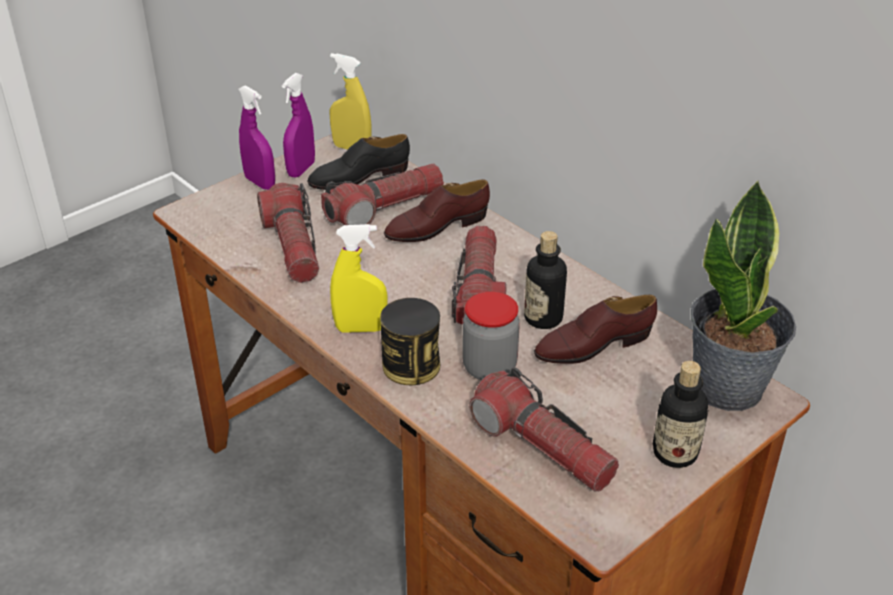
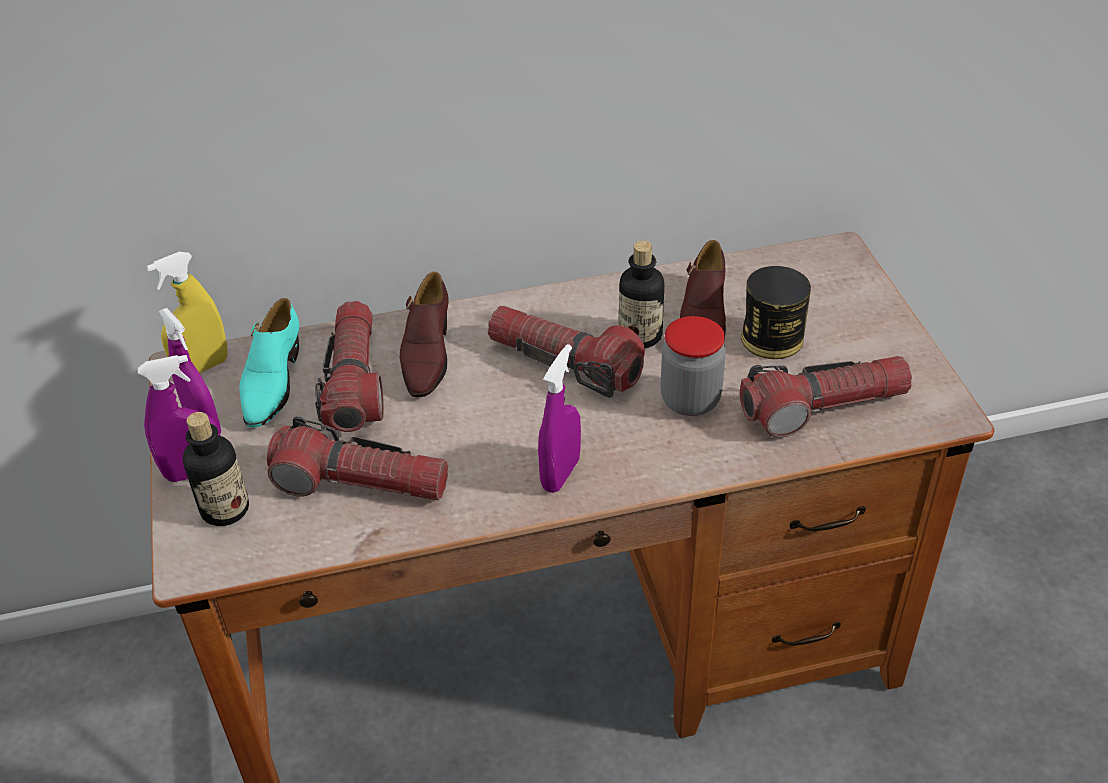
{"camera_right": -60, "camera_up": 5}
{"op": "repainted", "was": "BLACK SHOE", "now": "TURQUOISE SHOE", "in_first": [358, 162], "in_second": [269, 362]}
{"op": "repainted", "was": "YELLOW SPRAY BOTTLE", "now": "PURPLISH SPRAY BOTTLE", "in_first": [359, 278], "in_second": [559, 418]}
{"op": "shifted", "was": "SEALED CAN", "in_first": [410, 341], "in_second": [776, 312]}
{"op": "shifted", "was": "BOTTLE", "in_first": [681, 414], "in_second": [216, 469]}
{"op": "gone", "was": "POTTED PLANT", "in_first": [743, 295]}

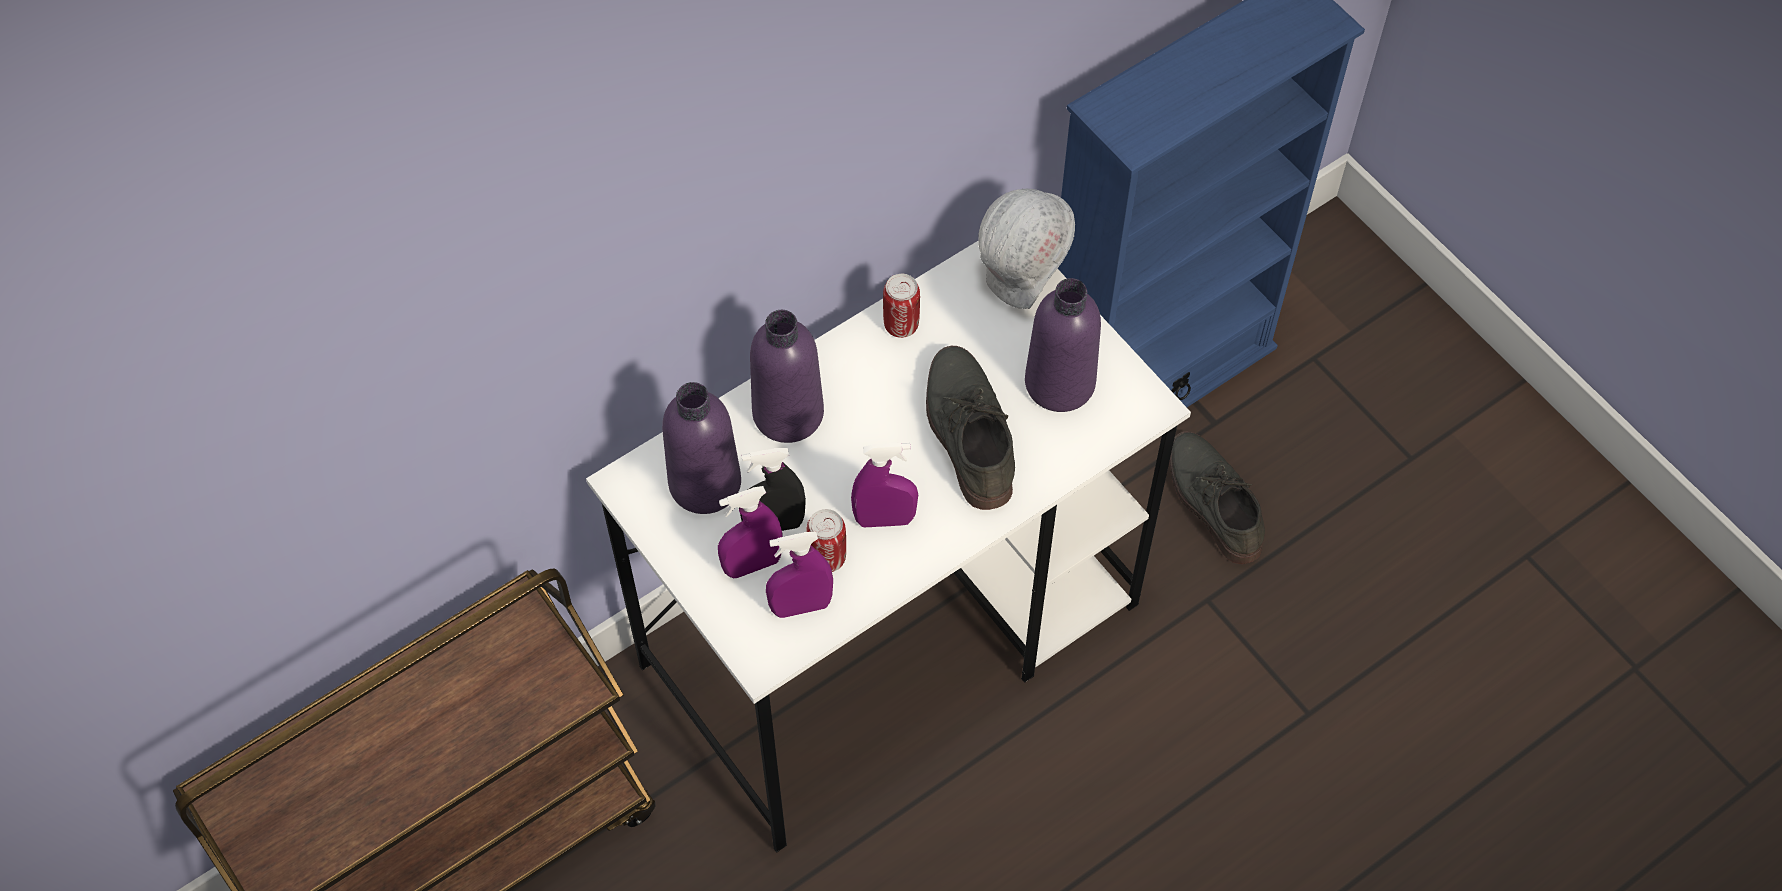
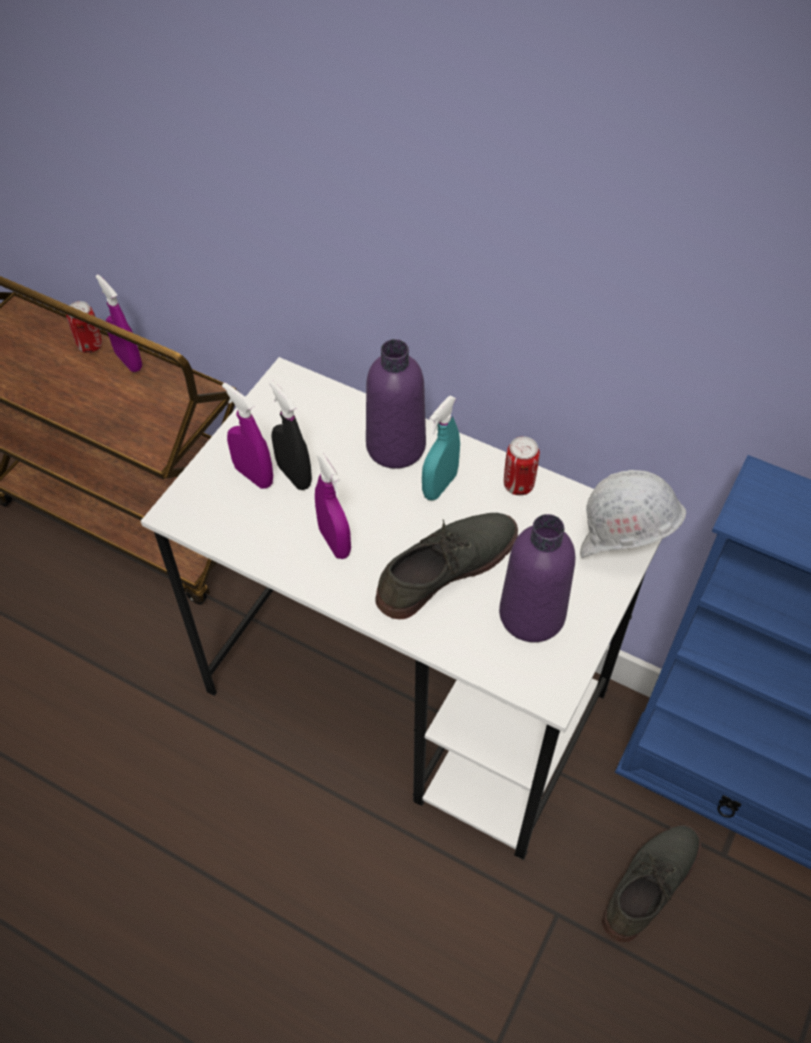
{"camera_right": 65, "camera_up": -5}
{"op": "gone", "was": "PURPLISH BOTTLE", "in_first": [701, 448]}
{"op": "shifted", "was": "PURPLISH SPRAY BOTTLE", "in_first": [799, 575], "in_second": [118, 323]}
{"op": "shifted", "was": "SEALED CAN", "in_first": [826, 540], "in_second": [84, 327]}
{"op": "new", "now": "TURQUOISE SPRAY BOTTLE", "in_second": [441, 448]}

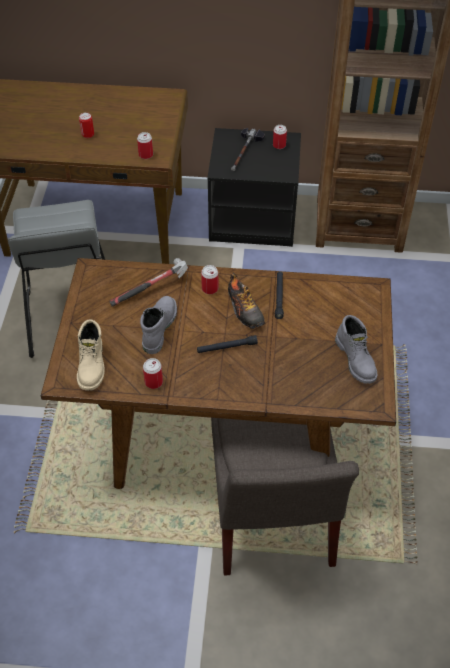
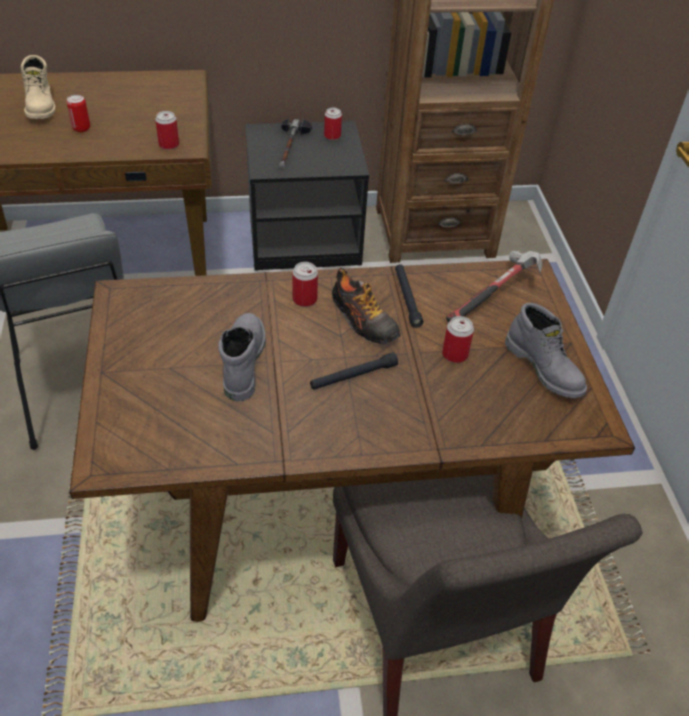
{"camera_right": -15, "camera_up": -5}
{"op": "shifted", "was": "BEIGE BOOT", "in_first": [91, 355], "in_second": [37, 87]}
{"op": "shifted", "was": "TOOL HAMMER", "in_first": [149, 282], "in_second": [494, 286]}
{"op": "shifted", "was": "SEALED CAN", "in_first": [153, 373], "in_second": [458, 339]}

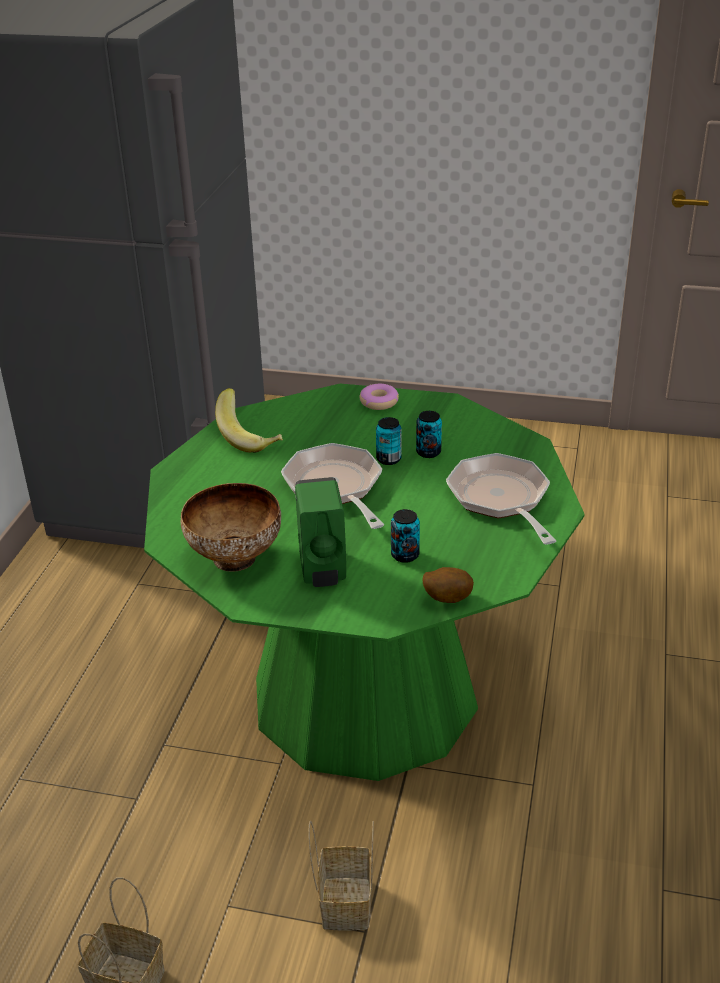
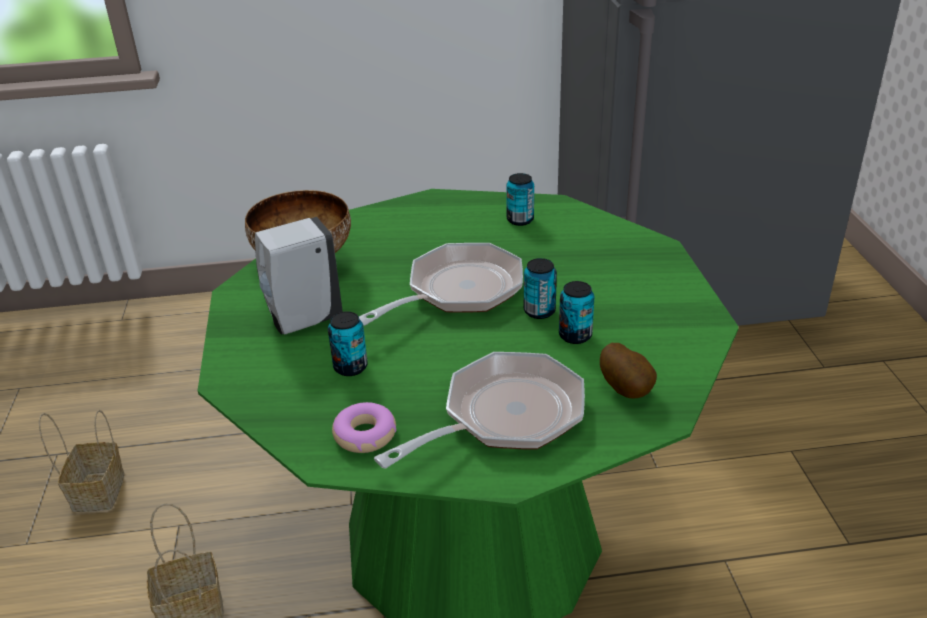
{"camera_right": 70, "camera_up": 0}
{"op": "swapped", "was": "BANANA FRUIT", "now": "SEALED CAN", "in_first": [249, 420], "in_second": [520, 199]}
{"op": "repainted", "was": "GREEN SOAP BOTTLE", "now": "WHITE SOAP BOTTLE", "in_first": [320, 532], "in_second": [299, 276]}
{"op": "shifted", "was": "DONUT", "in_first": [379, 397], "in_second": [364, 427]}
{"op": "shifted", "was": "POTATO", "in_first": [448, 585], "in_second": [628, 371]}

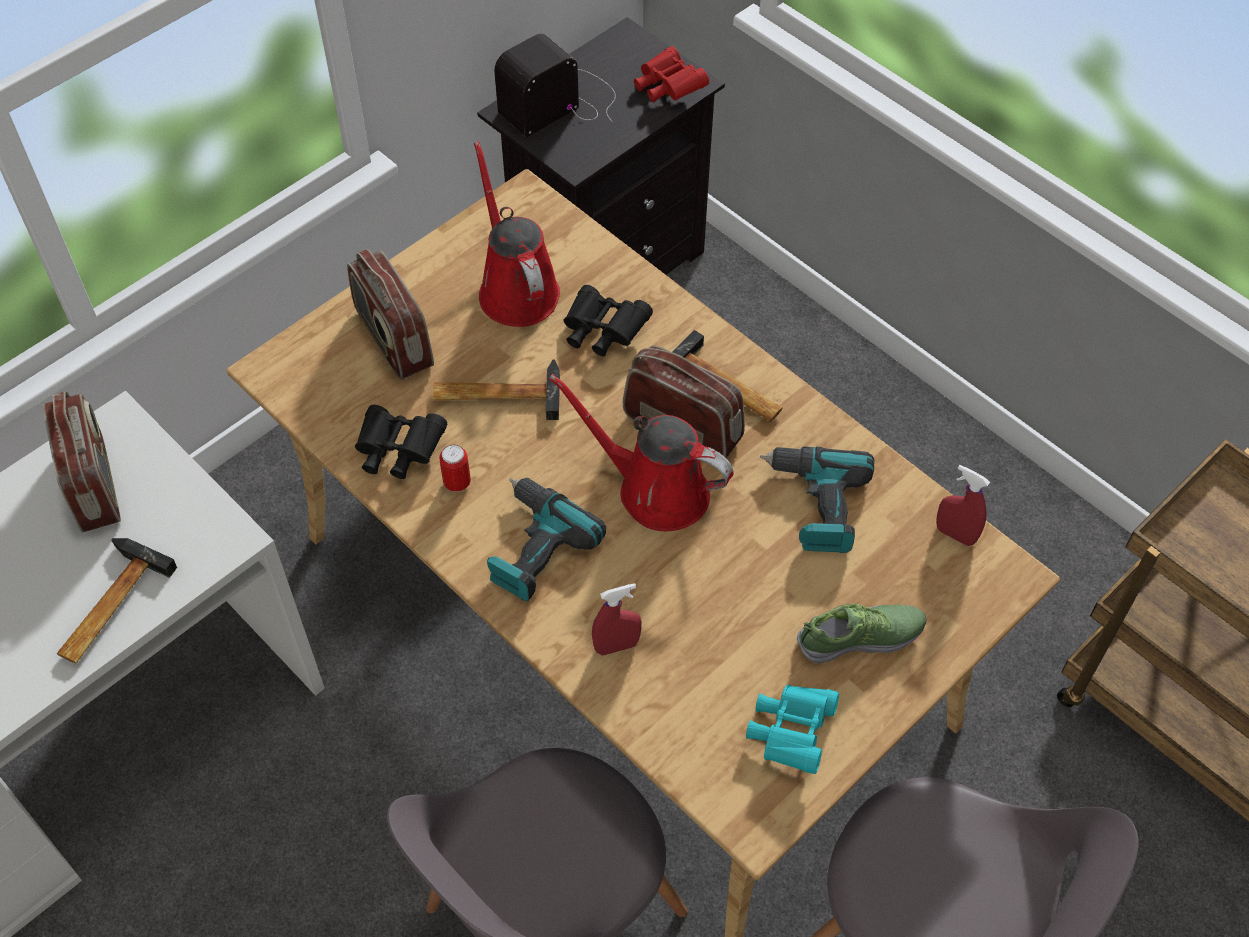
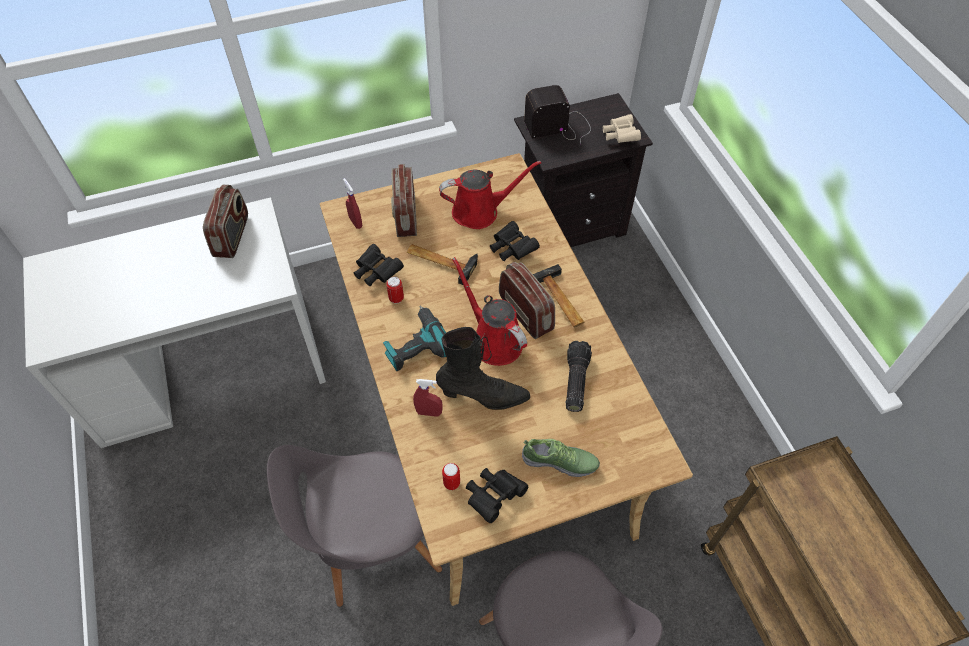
{"camera_right": 25, "camera_up": 0}
{"op": "gone", "was": "TOOL HAMMER", "in_first": [116, 600]}
{"op": "rotated", "was": "RED WATERING CAN", "in_first": [517, 234], "in_second": [490, 195], "clockwise": 75}
{"op": "repainted", "was": "RED PAIR OF BINOCULARS", "now": "BEIGE PAIR OF BINOCULARS", "in_first": [671, 74], "in_second": [622, 128]}
{"op": "repainted", "was": "TURQUOISE PAIR OF BINOCULARS", "now": "BLACK PAIR OF BINOCULARS", "in_first": [792, 729], "in_second": [497, 495]}
{"op": "swapped", "was": "DRILL", "now": "FLASHLIGHT", "in_first": [817, 499], "in_second": [578, 376]}
{"op": "shifted", "was": "RED SPRAY BOTTLE", "in_first": [963, 505], "in_second": [352, 203]}
{"op": "new", "now": "BLACK BOOT", "in_second": [483, 368]}
{"op": "new", "now": "SEALED CAN", "in_second": [451, 476]}

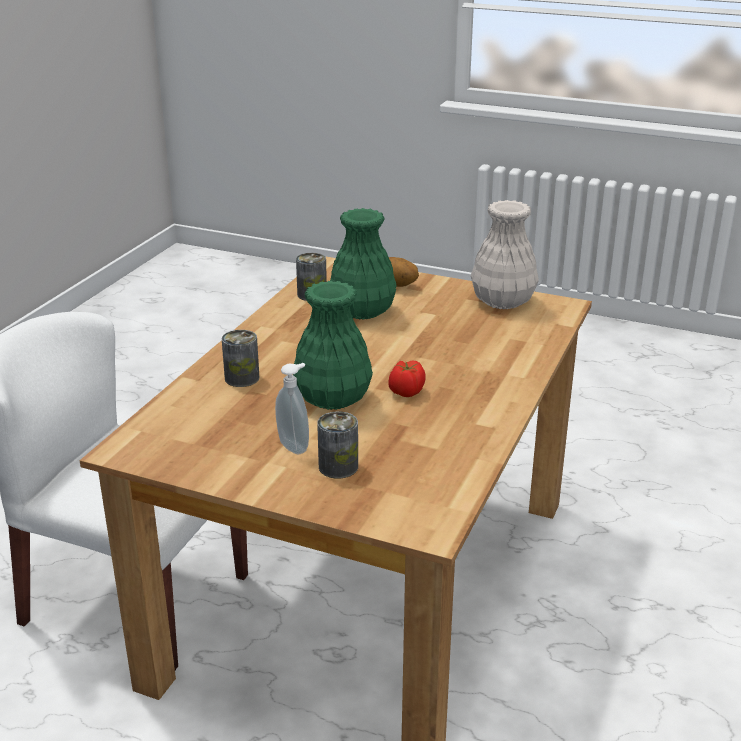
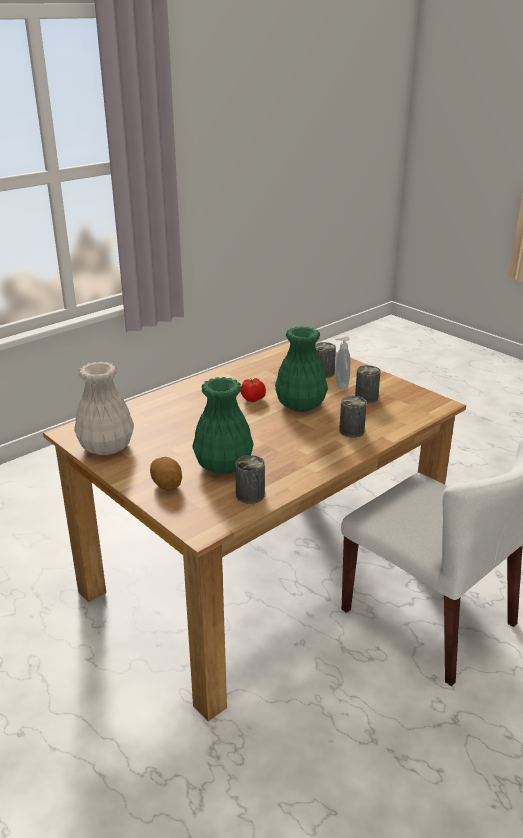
{"camera_right": -155, "camera_up": 0}
{"op": "new", "now": "SEALED CAN", "in_second": [368, 384]}

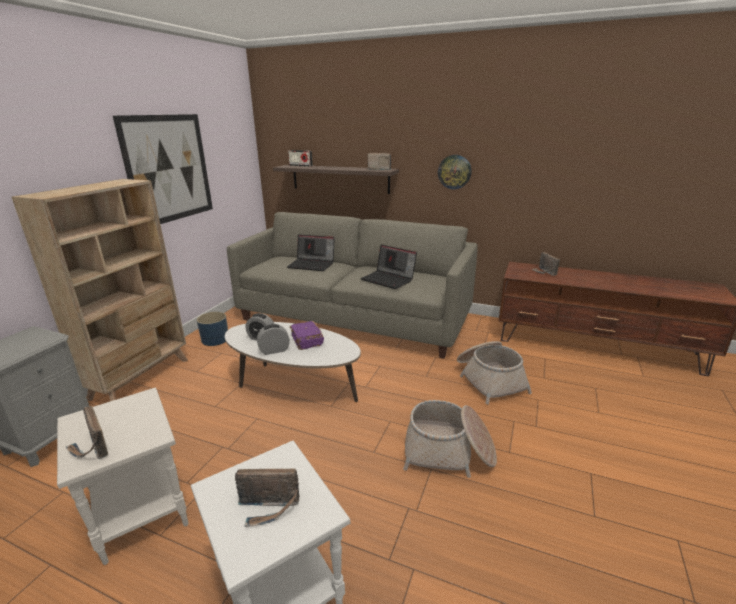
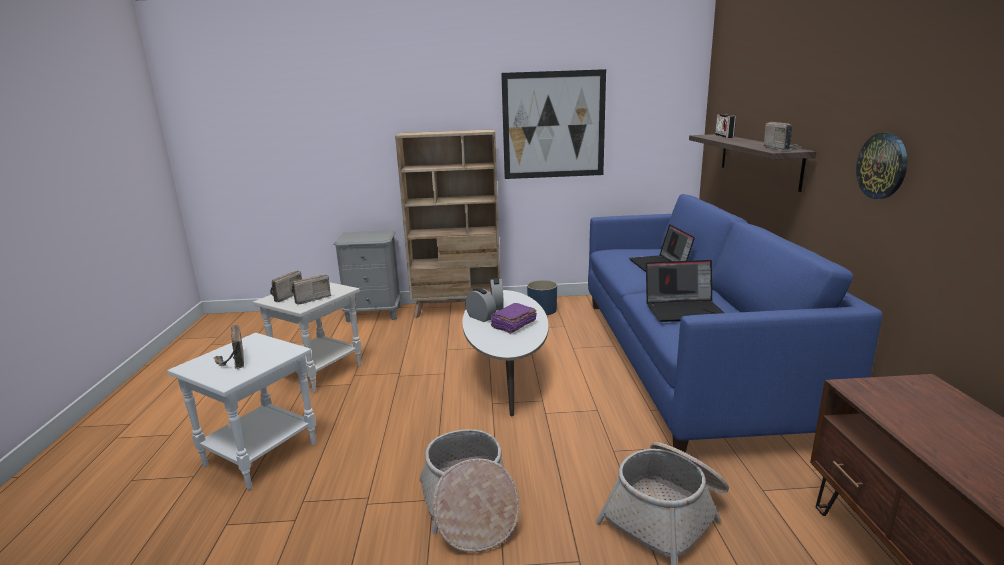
{"camera_right": 65, "camera_up": -5}
{"op": "repainted", "was": "GRAY SETTEE", "now": "BLUE SETTEE", "in_first": [352, 285], "in_second": [735, 323]}
{"op": "rotated", "was": "LAPTOP", "in_first": [388, 267], "in_second": [685, 291], "clockwise": -105}
{"op": "shifted", "was": "RADIO RECEIVER", "in_first": [546, 264], "in_second": [311, 289]}

